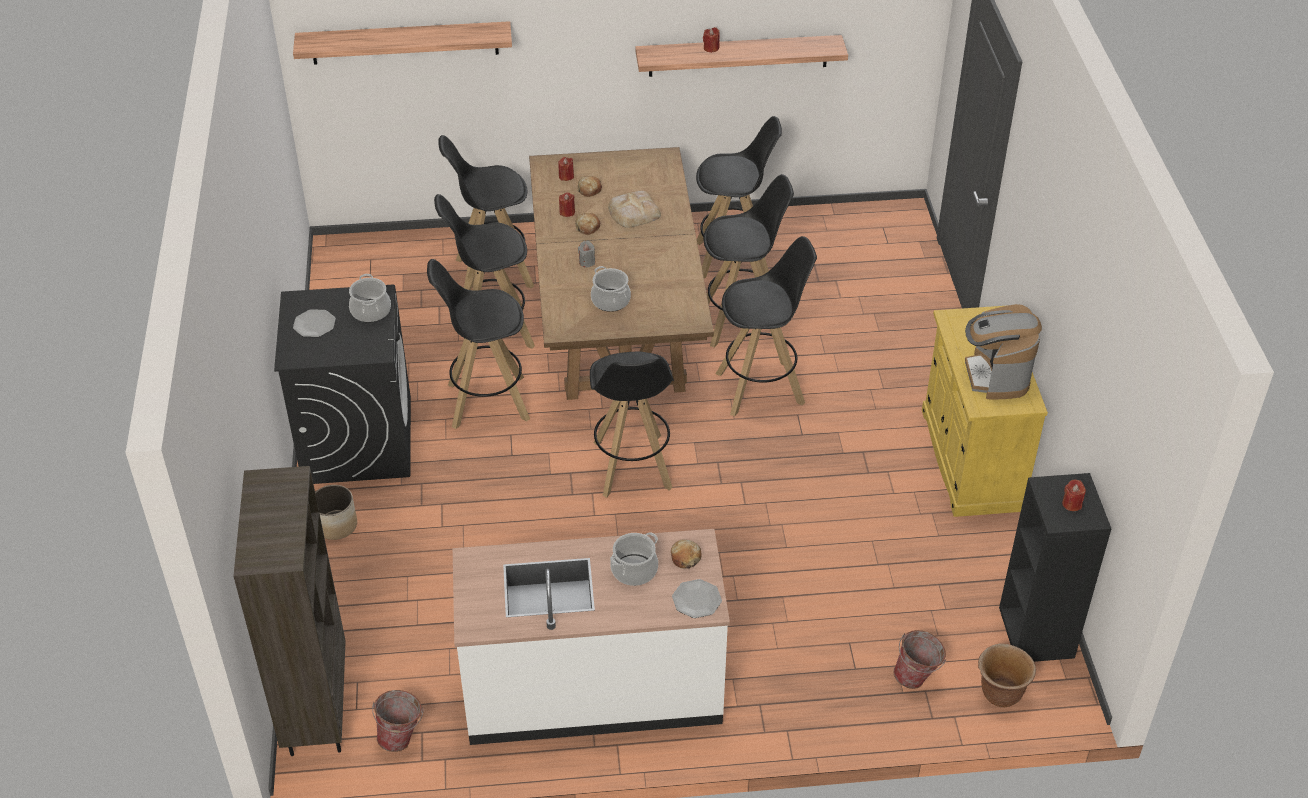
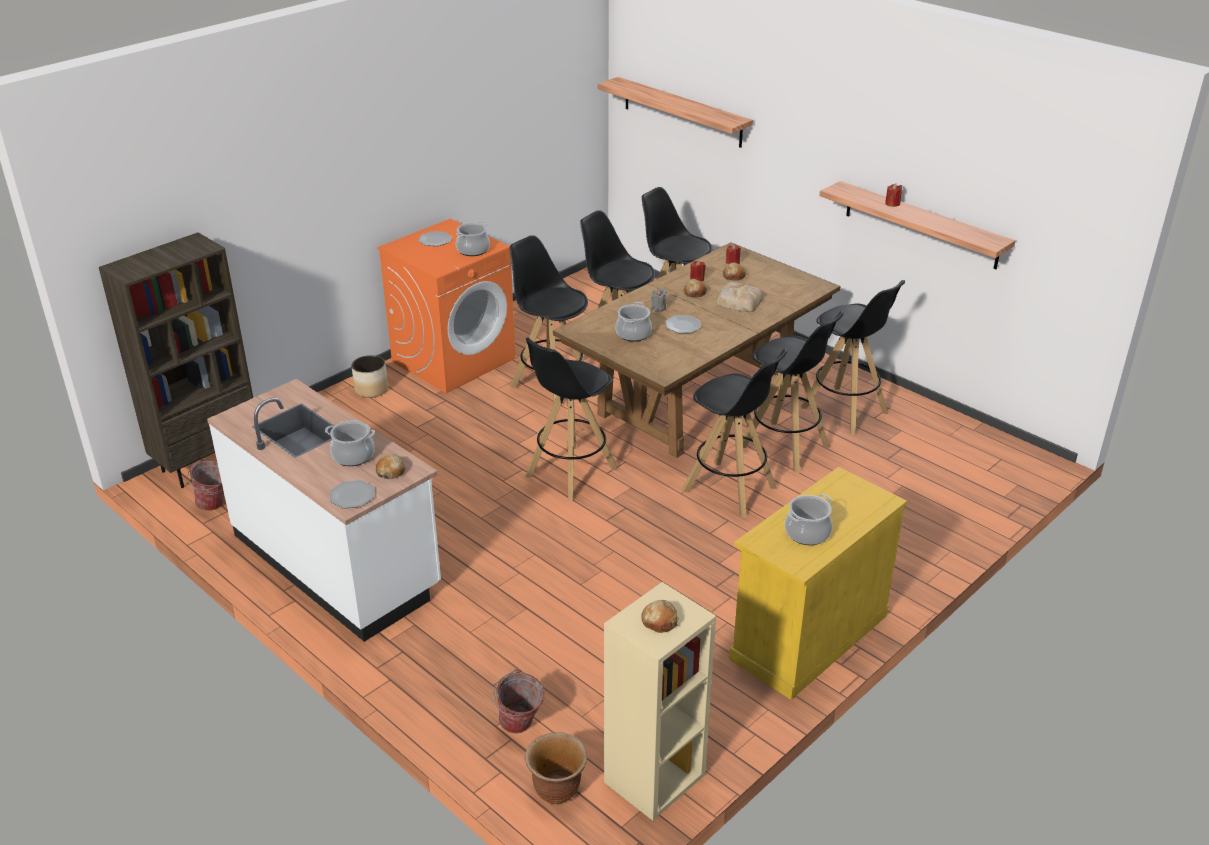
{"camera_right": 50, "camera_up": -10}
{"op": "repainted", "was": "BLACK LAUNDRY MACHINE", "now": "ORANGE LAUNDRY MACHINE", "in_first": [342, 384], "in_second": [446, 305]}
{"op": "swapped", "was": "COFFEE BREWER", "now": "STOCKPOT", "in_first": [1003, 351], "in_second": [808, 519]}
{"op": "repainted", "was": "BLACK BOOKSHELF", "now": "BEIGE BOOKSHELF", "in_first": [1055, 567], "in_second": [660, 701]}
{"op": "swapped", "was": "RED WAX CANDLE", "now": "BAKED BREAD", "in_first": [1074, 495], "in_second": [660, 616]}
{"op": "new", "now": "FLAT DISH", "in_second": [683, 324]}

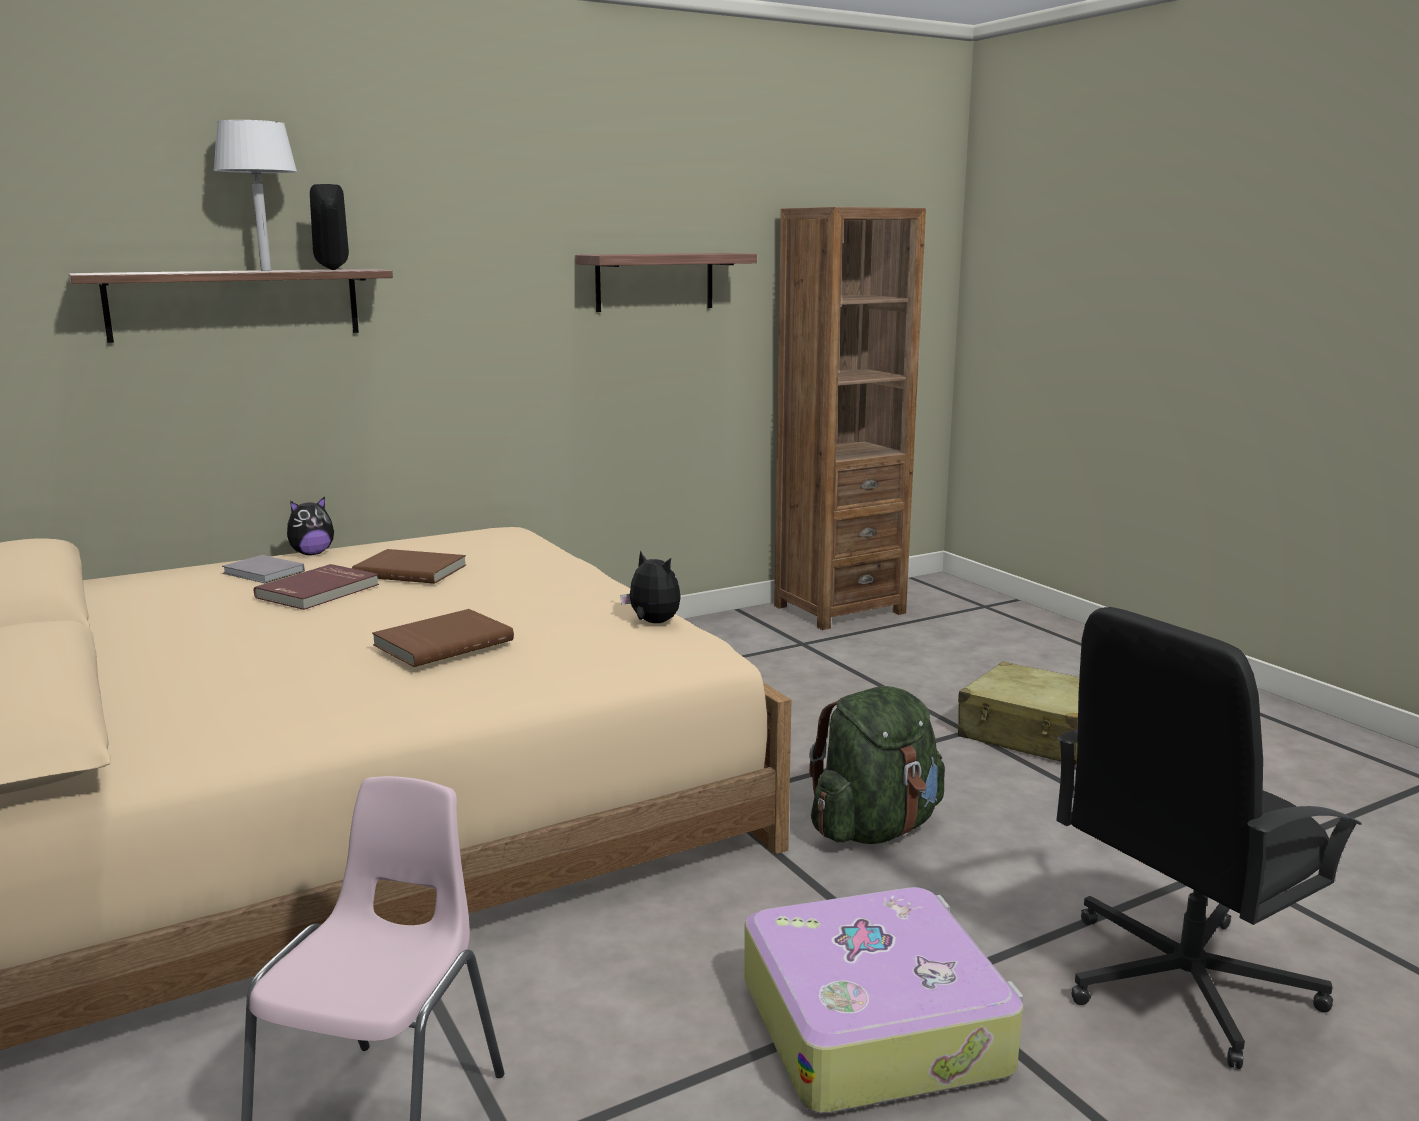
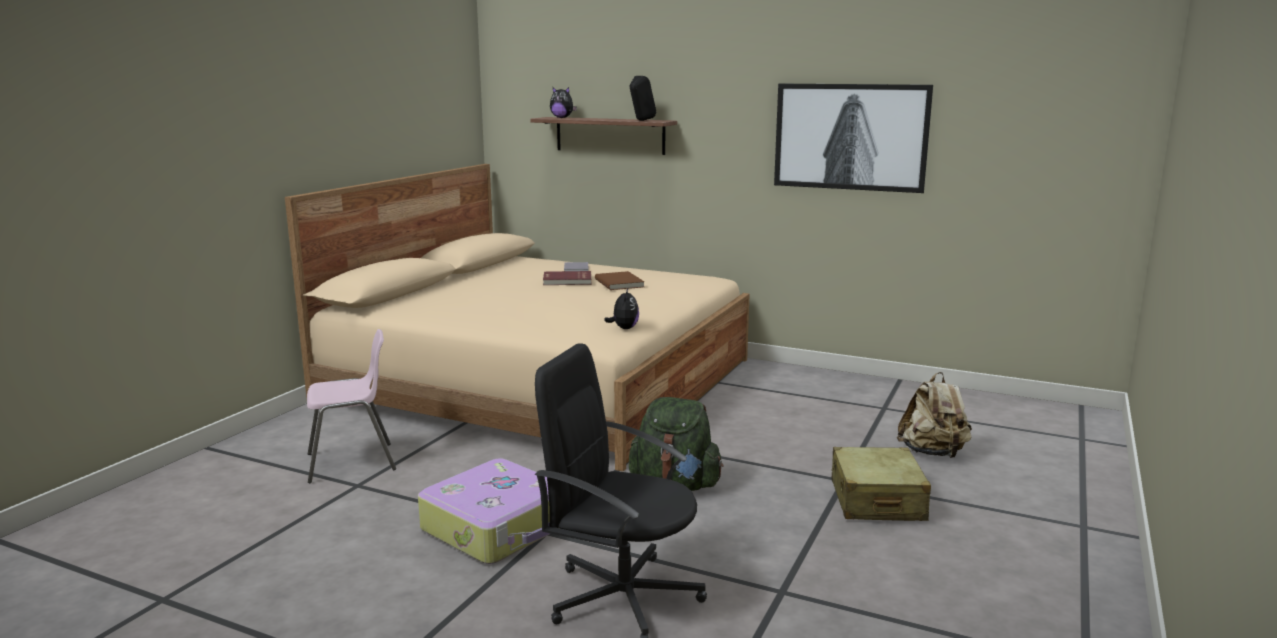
{"camera_right": 55, "camera_up": 0}
{"op": "gone", "was": "WHITE TABLETOP LAMP", "in_first": [255, 195]}
{"op": "shifted", "was": "PLUSH TOY", "in_first": [310, 525], "in_second": [563, 102]}
{"op": "gone", "was": "BROWN-COLOURED BOUND BOOK", "in_first": [443, 638]}
{"op": "swapped", "was": "BRACKET SHELF", "now": "WALL ART", "in_first": [666, 282], "in_second": [853, 138]}
{"op": "gone", "was": "BROWN-COLOURED BOOKSHELF", "in_first": [850, 418]}
{"op": "new", "now": "BEIGE BACKPACK", "in_second": [934, 415]}

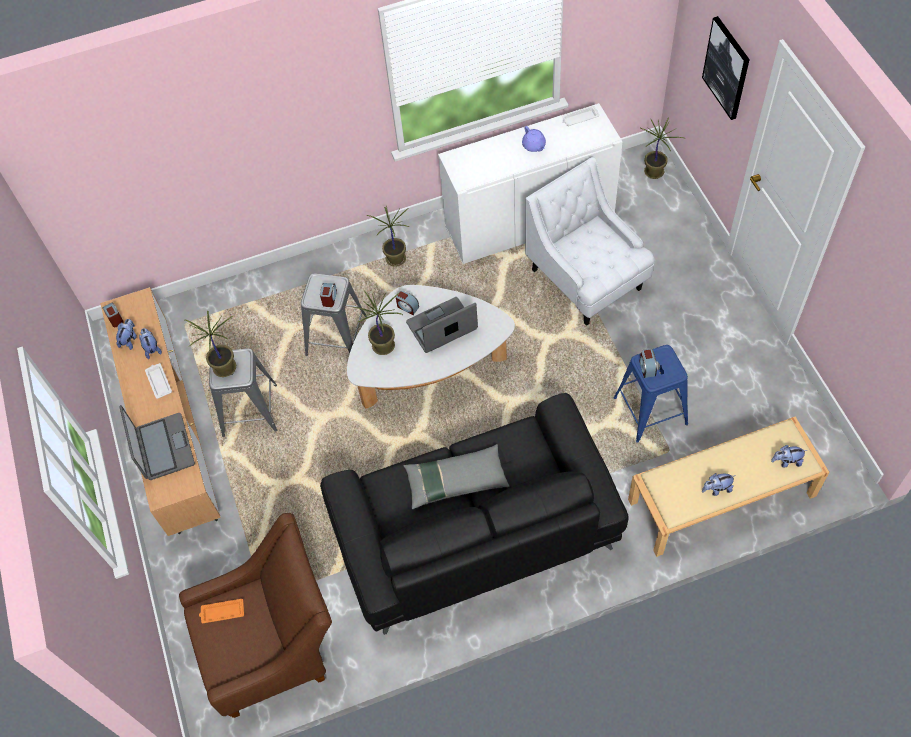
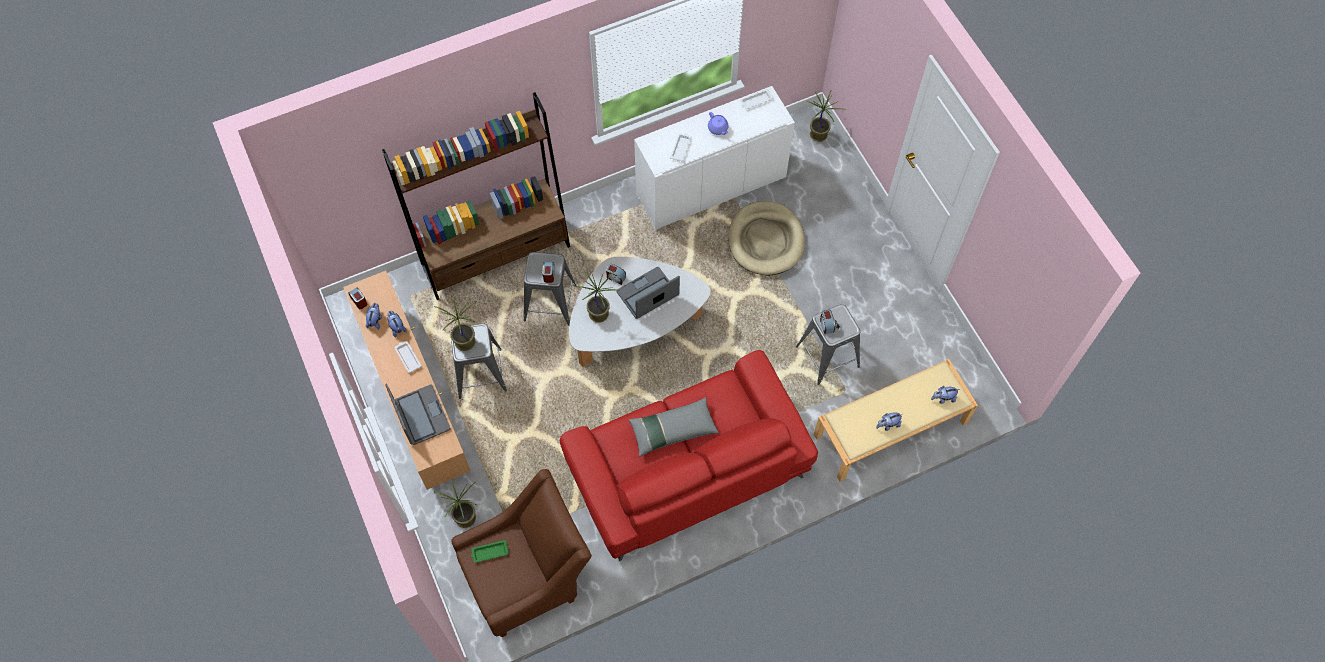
{"camera_right": -10, "camera_up": 5}
{"op": "repainted", "was": "ORANGE TRAY", "now": "GREEN TRAY", "in_first": [221, 611], "in_second": [490, 551]}
{"op": "repainted", "was": "BLACK SETTEE", "now": "RED SETTEE", "in_first": [474, 514], "in_second": [689, 455]}
{"op": "shifted", "was": "POTTED PLANT", "in_first": [387, 236], "in_second": [455, 504]}
{"op": "swapped", "was": "WHITE EASY CHAIR", "now": "BEIGE DOG CUSHION", "in_first": [590, 241], "in_second": [766, 238]}
{"op": "repainted", "was": "BLUE STOOL SEAT", "now": "GRAY STOOL SEAT", "in_first": [651, 394], "in_second": [828, 344]}
{"op": "gone", "was": "WALL ART", "in_first": [726, 68]}
{"op": "new", "now": "BROWN-COLOURED BOOKSHELF", "in_second": [476, 196]}
{"op": "new", "now": "WHITE TRAY", "in_second": [681, 147]}

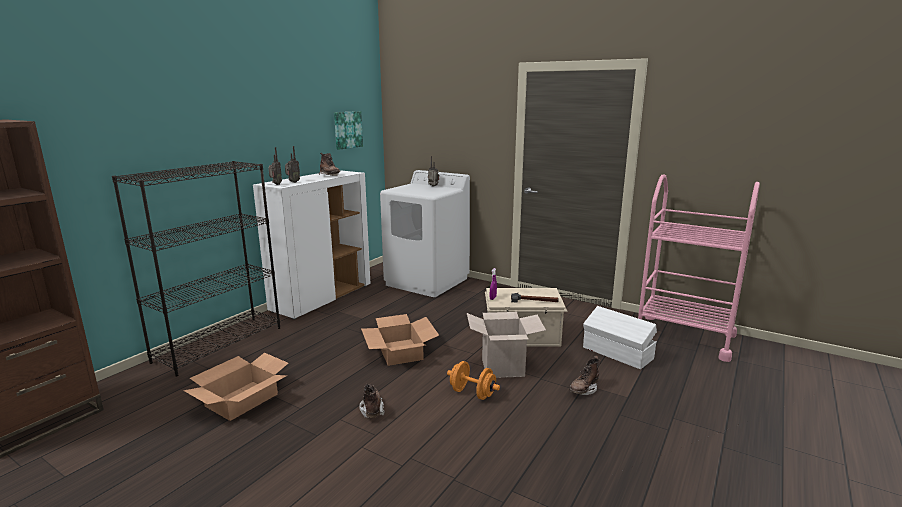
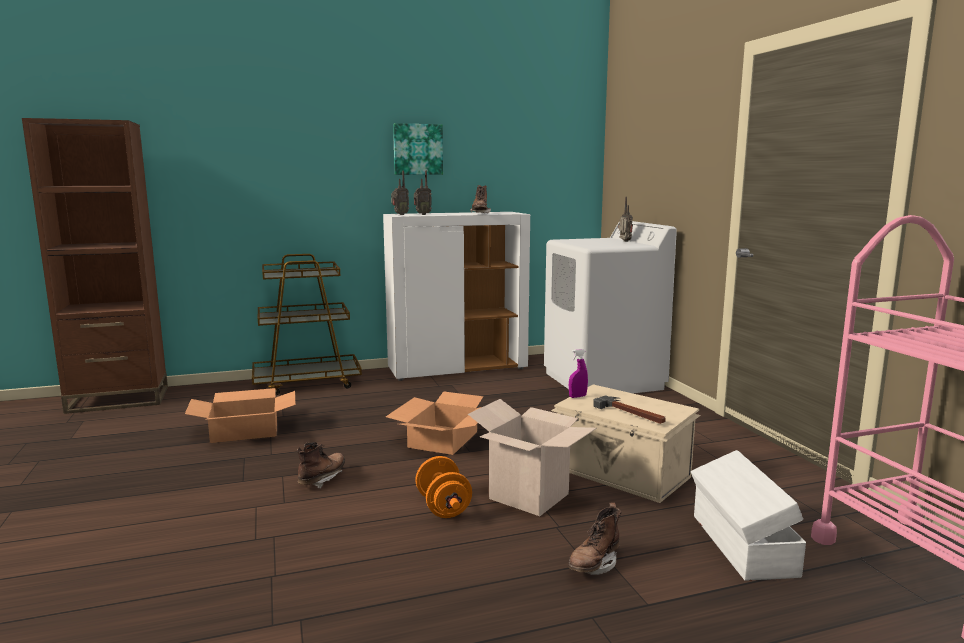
{"camera_right": 40, "camera_up": -5}
{"op": "swapped", "was": "BLACK BOOKSHELF", "now": "BROWN-COLOURED TROLLEY", "in_first": [196, 268], "in_second": [307, 324]}
{"op": "shifted", "was": "WALL ART", "in_first": [348, 130], "in_second": [418, 149]}
{"op": "rotated", "was": "BROWN-COLOURED BOOT", "in_first": [585, 375], "in_second": [594, 539], "clockwise": -45}

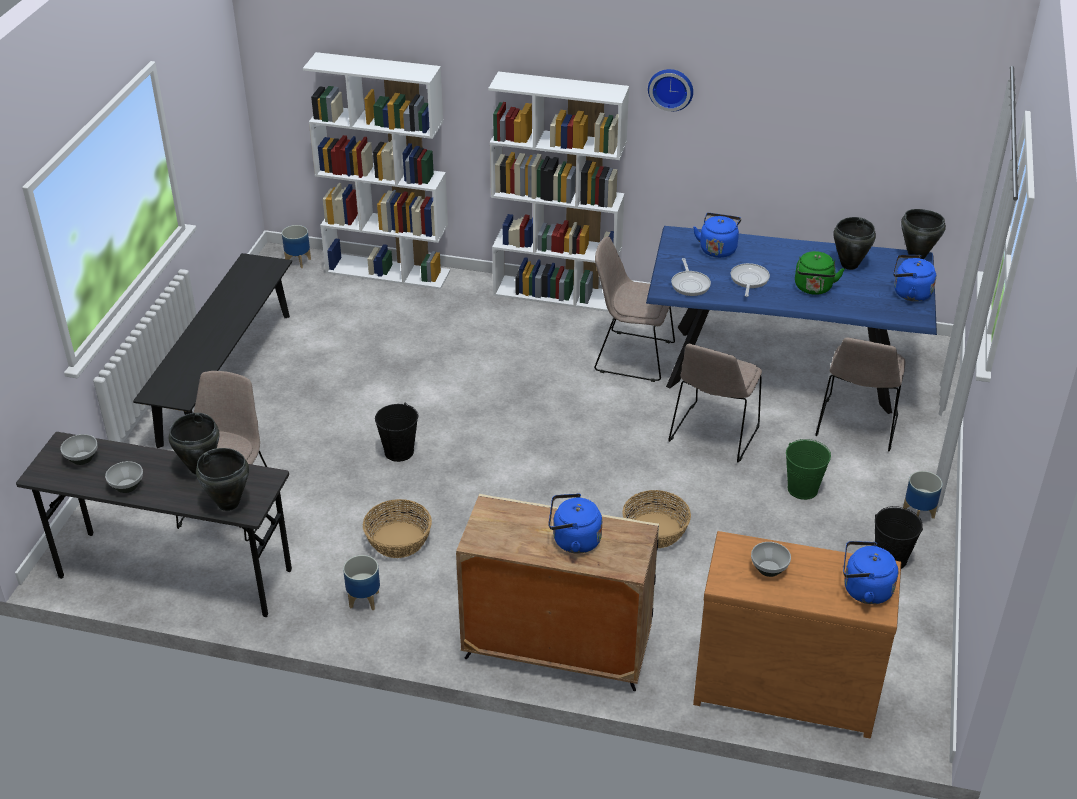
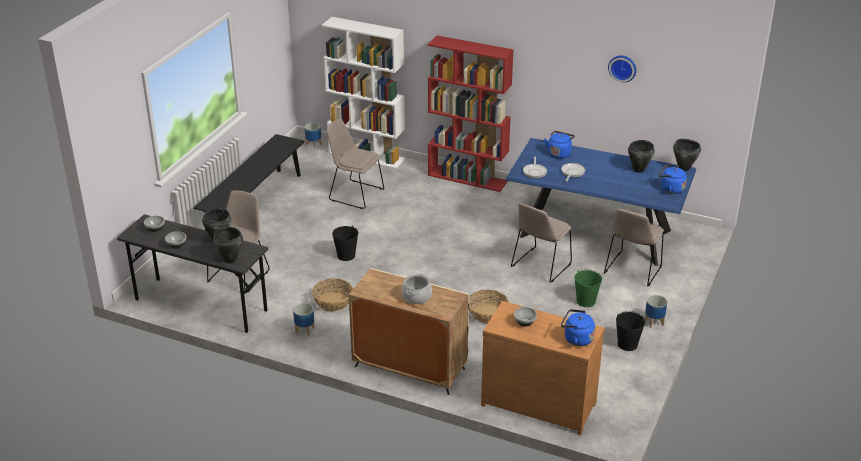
{"camera_right": 10, "camera_up": -5}
{"op": "repainted", "was": "WHITE BOOKSHELF", "now": "RED BOOKSHELF", "in_first": [558, 191], "in_second": [471, 113]}
{"op": "swapped", "was": "BLUE KETTLE", "now": "STOCKPOT", "in_first": [575, 523], "in_second": [417, 289]}
{"op": "shifted", "was": "BEIGE UPRIGHT CHAIR", "in_first": [634, 309], "in_second": [355, 163]}
{"op": "shifted", "was": "WALL CLOCK", "in_first": [670, 90], "in_second": [622, 69]}
{"op": "gone", "was": "GREEN KETTLE", "in_first": [820, 273]}

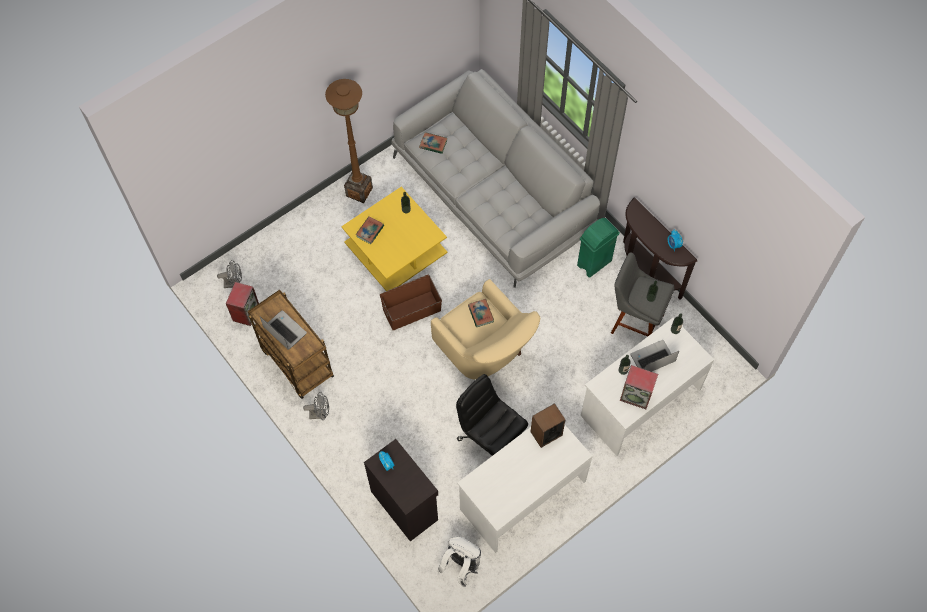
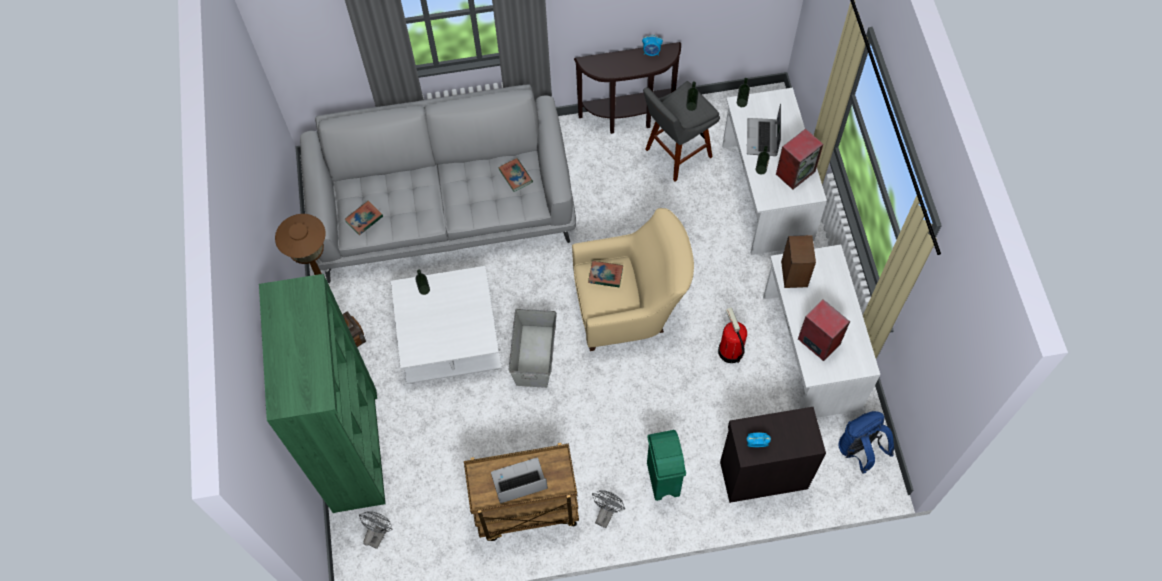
{"camera_right": -60, "camera_up": 0}
{"op": "shifted", "was": "SPEAKER", "in_first": [242, 304], "in_second": [824, 330]}
{"op": "repainted", "was": "YELLOW LOUNGE TABLE", "now": "WHITE LOUNGE TABLE", "in_first": [394, 239], "in_second": [446, 325]}
{"op": "shifted", "was": "BOUND BOOK", "in_first": [370, 230], "in_second": [515, 175]}
{"op": "repainted", "was": "BROWN-COLOURED STORAGE CONTAINER", "now": "GRAY STORAGE CONTAINER", "in_first": [411, 302], "in_second": [533, 348]}
{"op": "repainted", "was": "WHITE BACKPACK", "now": "BLUE BACKPACK", "in_first": [459, 561], "in_second": [866, 442]}
{"op": "swapped", "was": "BLACK DESK CHAIR", "now": "FIRE-FIGHTING CYLINDER", "in_first": [492, 415], "in_second": [732, 335]}
{"op": "shifted", "was": "GREEN TRASH CAN", "in_first": [598, 248], "in_second": [666, 465]}
{"op": "new", "now": "GREEN BOOKSHELF", "in_second": [322, 393]}

